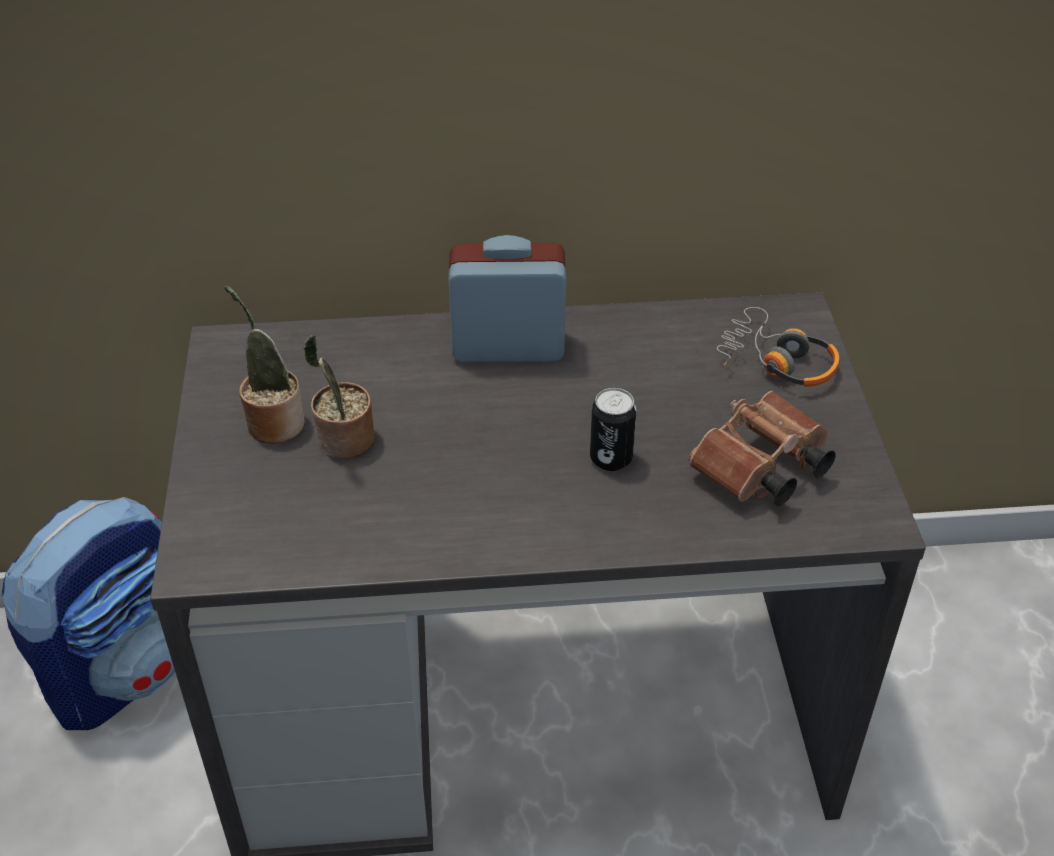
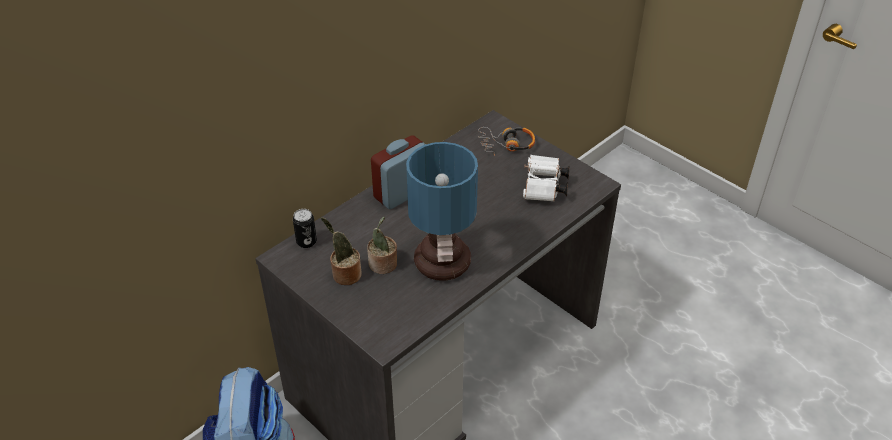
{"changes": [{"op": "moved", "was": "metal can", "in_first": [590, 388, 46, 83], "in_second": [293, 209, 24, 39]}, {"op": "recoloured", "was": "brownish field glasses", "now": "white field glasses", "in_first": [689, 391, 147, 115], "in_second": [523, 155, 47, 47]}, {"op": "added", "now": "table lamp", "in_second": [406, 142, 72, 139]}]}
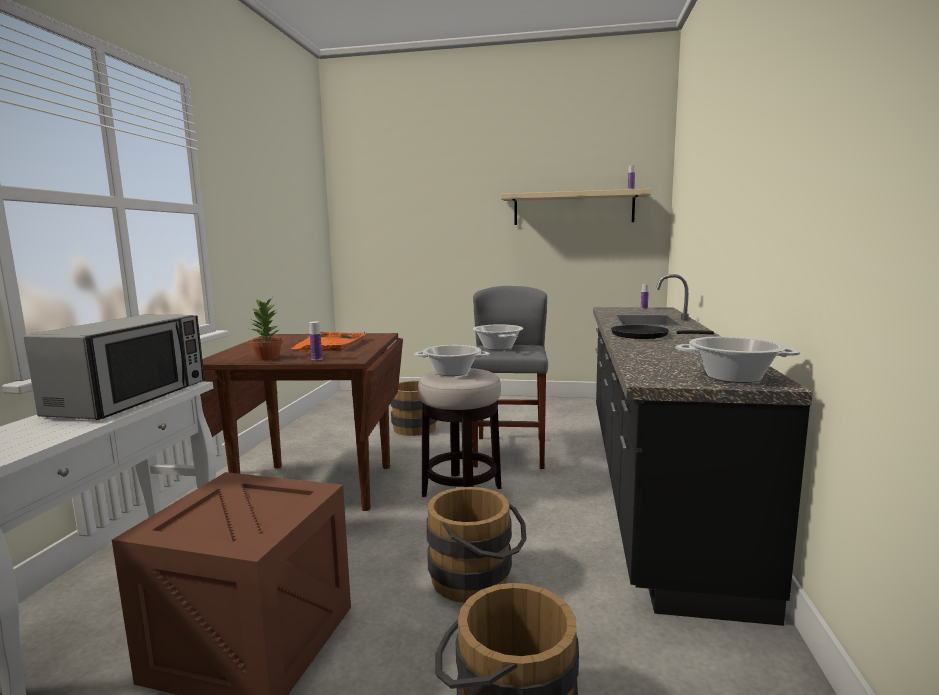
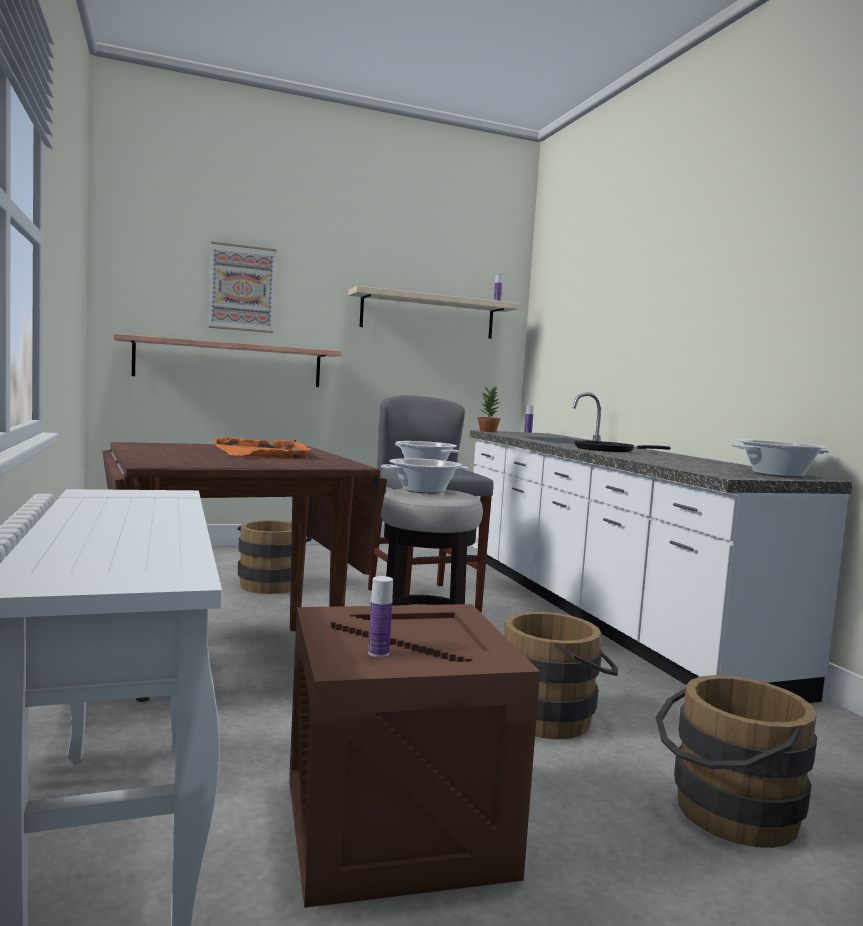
{"changes": [{"op": "recoloured", "was": "black kitchen counter", "now": "white kitchen counter", "in_first": [593, 274, 220, 352], "in_second": [470, 392, 383, 311]}, {"op": "moved", "was": "plant in a pot", "in_first": [251, 298, 32, 62], "in_second": [478, 385, 22, 47]}, {"op": "removed", "was": "microwave", "in_first": [24, 315, 181, 105]}, {"op": "moved", "was": "drink bottle", "in_first": [309, 322, 13, 38], "in_second": [368, 576, 25, 81]}, {"op": "added", "now": "wall picture", "in_second": [208, 241, 68, 92]}, {"op": "added", "now": "shelf", "in_second": [114, 334, 227, 53]}]}
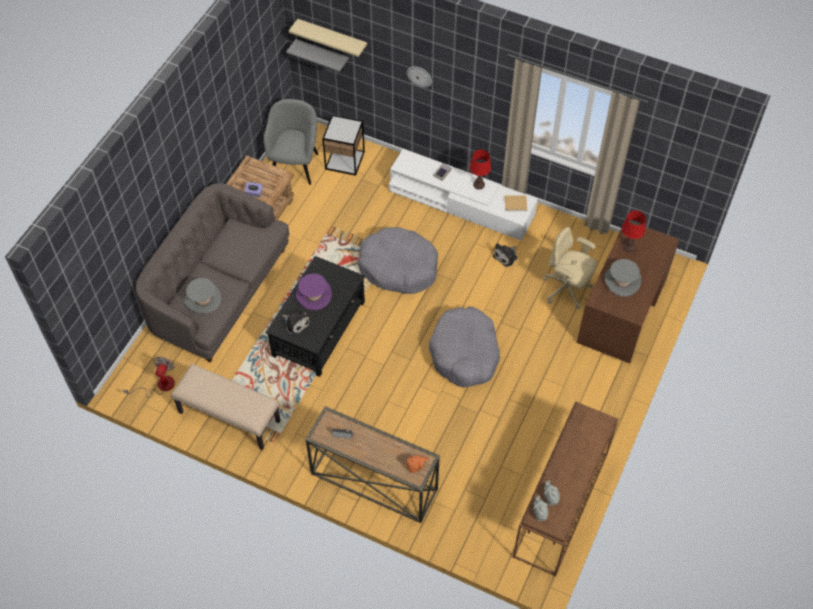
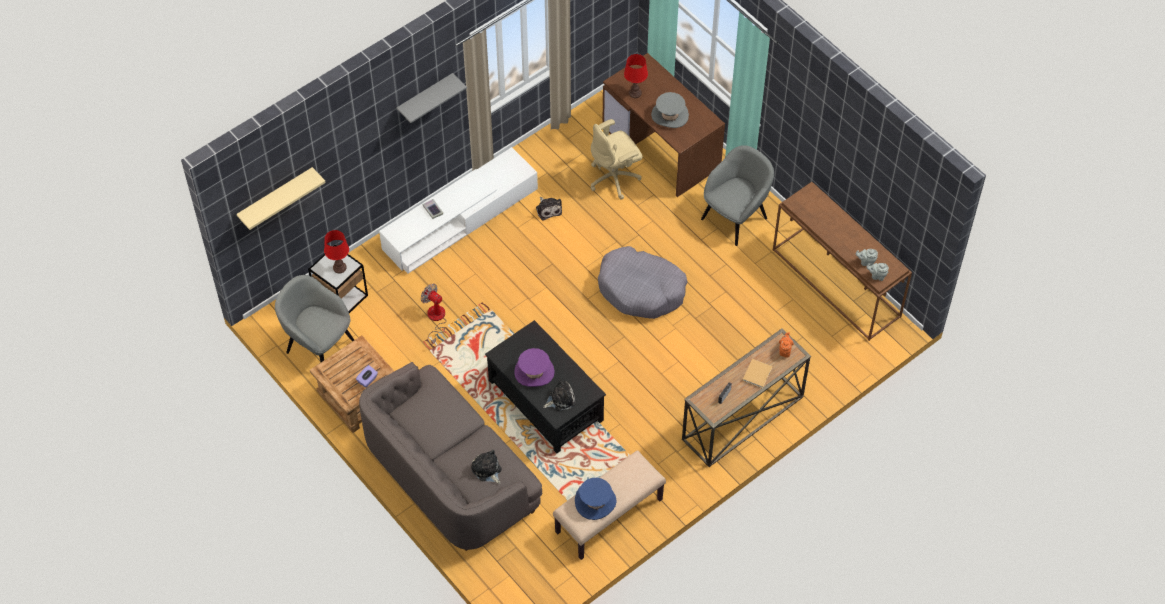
{"changes": [{"op": "moved", "was": "gray shelf", "in_first": [286, 39, 63, 33], "in_second": [397, 73, 70, 50]}, {"op": "removed", "was": "wall clock", "in_first": [407, 66, 25, 22]}, {"op": "moved", "was": "reddish table lamp", "in_first": [470, 149, 21, 41], "in_second": [324, 230, 25, 44]}, {"op": "moved", "was": "beige bound book", "in_first": [505, 195, 22, 16], "in_second": [742, 359, 31, 29]}, {"op": "removed", "was": "gray dog bed", "in_first": [357, 227, 81, 67]}, {"op": "replaced", "was": "gray wearable hat", "now": "cuddly toy", "in_first": [185, 278, 36, 36], "in_second": [471, 450, 31, 34]}, {"op": "moved", "was": "fan", "in_first": [123, 357, 52, 41], "in_second": [421, 284, 26, 62]}, {"op": "added", "now": "gray easy chair", "in_second": [701, 145, 73, 101]}, {"op": "added", "now": "blue wearable hat", "in_second": [575, 478, 42, 42]}]}
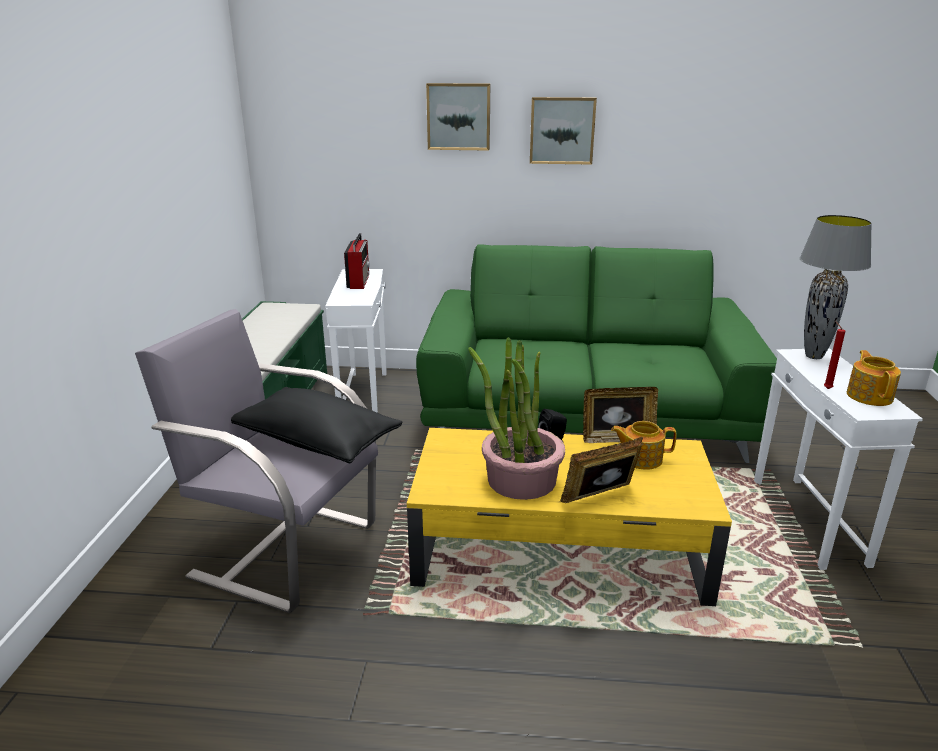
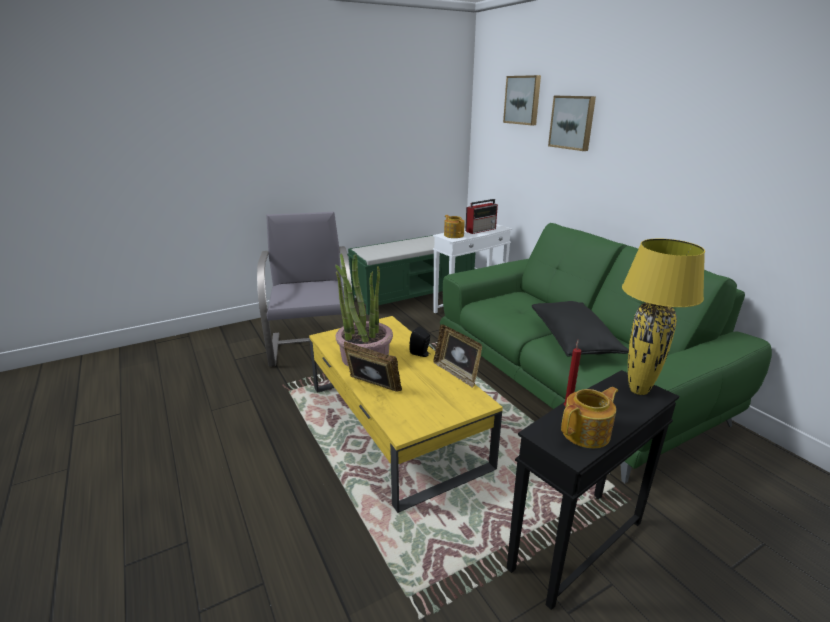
{"changes": [{"op": "moved", "was": "wall picture", "in_first": [530, 97, 67, 68], "in_second": [503, 75, 38, 50]}, {"op": "recoloured", "was": "gray table lamp", "now": "yellowish table lamp", "in_first": [800, 215, 72, 144], "in_second": [622, 239, 83, 156]}, {"op": "recoloured", "was": "white side table", "now": "black side table", "in_first": [754, 348, 169, 222], "in_second": [507, 370, 172, 240]}, {"op": "moved", "was": "black cushion", "in_first": [231, 387, 172, 77], "in_second": [532, 301, 97, 56]}, {"op": "moved", "was": "teapot", "in_first": [611, 421, 66, 49], "in_second": [444, 215, 21, 23]}]}
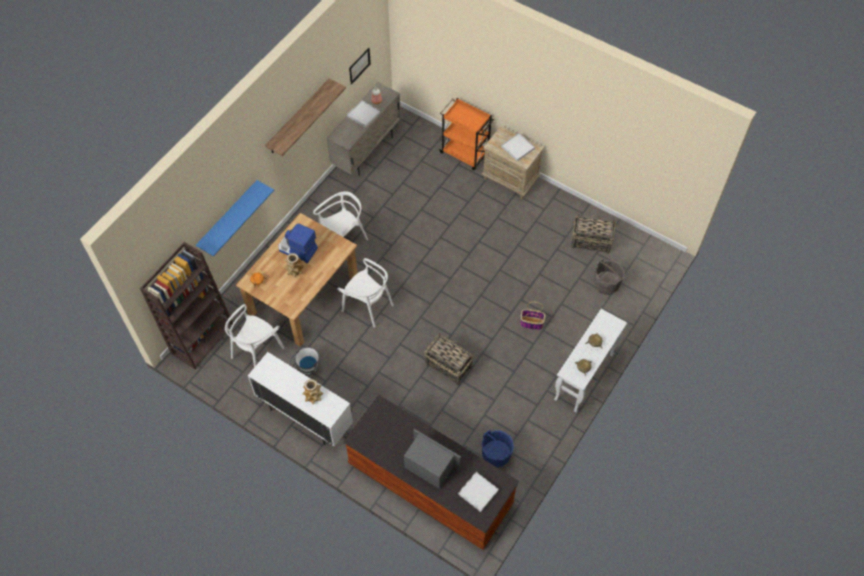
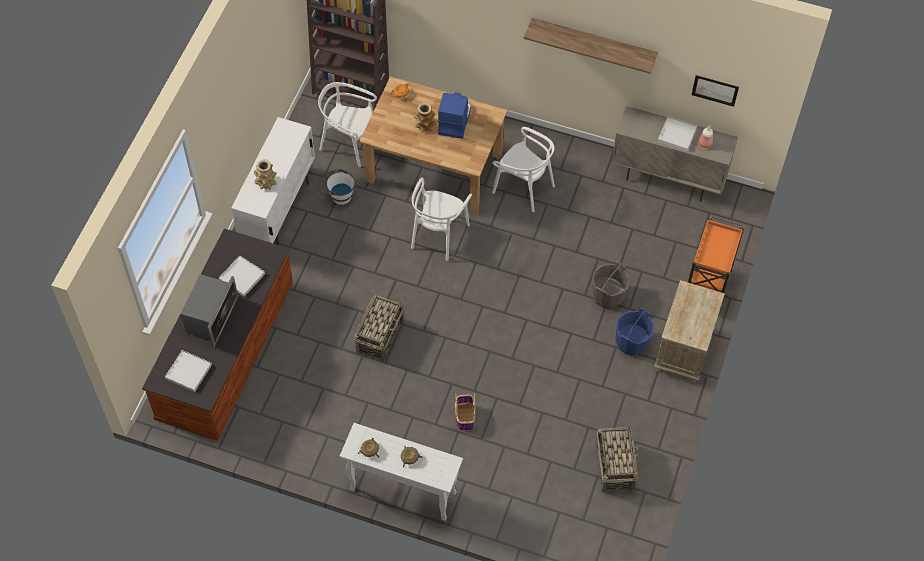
{"changes": [{"op": "moved", "was": "white tray", "in_first": [501, 133, 34, 28], "in_second": [219, 255, 46, 42]}, {"op": "removed", "was": "blue shelf", "in_first": [196, 180, 78, 76]}, {"op": "moved", "was": "gray pail", "in_first": [594, 259, 31, 36], "in_second": [592, 261, 38, 47]}, {"op": "moved", "was": "blue pail", "in_first": [481, 430, 33, 37], "in_second": [615, 308, 39, 48]}]}
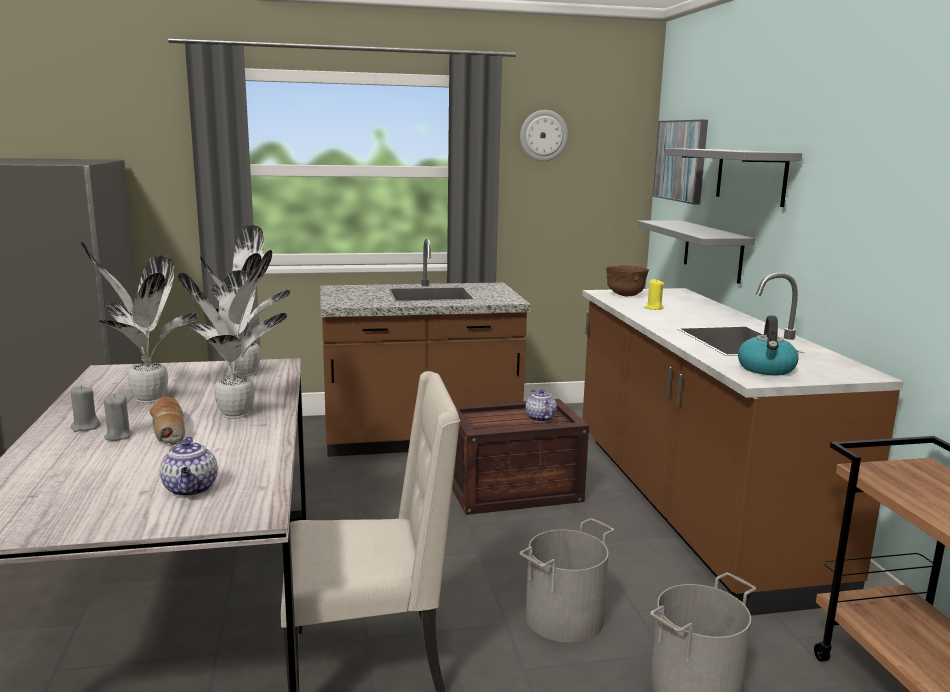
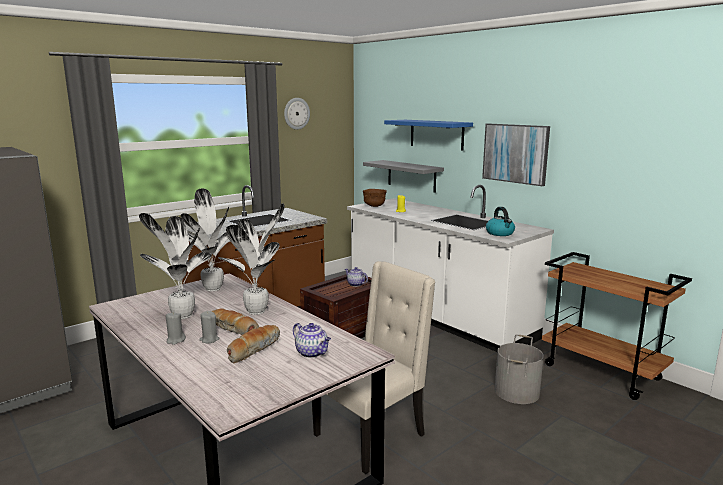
{"changes": [{"op": "moved", "was": "wall picture", "in_first": [653, 120, 55, 85], "in_second": [482, 123, 68, 63]}, {"op": "recoloured", "was": "gray shelf", "now": "blue shelf", "in_first": [665, 148, 137, 59], "in_second": [384, 120, 89, 31]}, {"op": "recoloured", "was": "brownish kitchen counter", "now": "white kitchen counter", "in_first": [582, 273, 322, 343], "in_second": [347, 185, 207, 167]}, {"op": "removed", "was": "gray pail", "in_first": [520, 518, 95, 125]}, {"op": "added", "now": "bread", "in_second": [227, 325, 53, 38]}]}
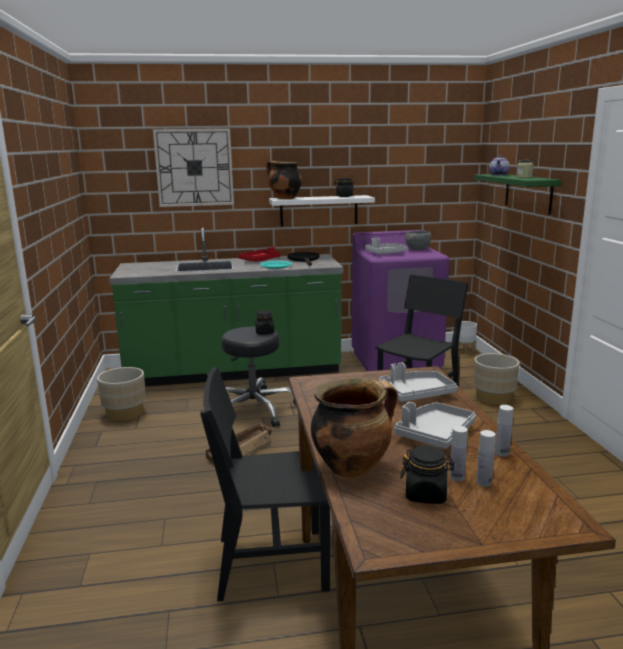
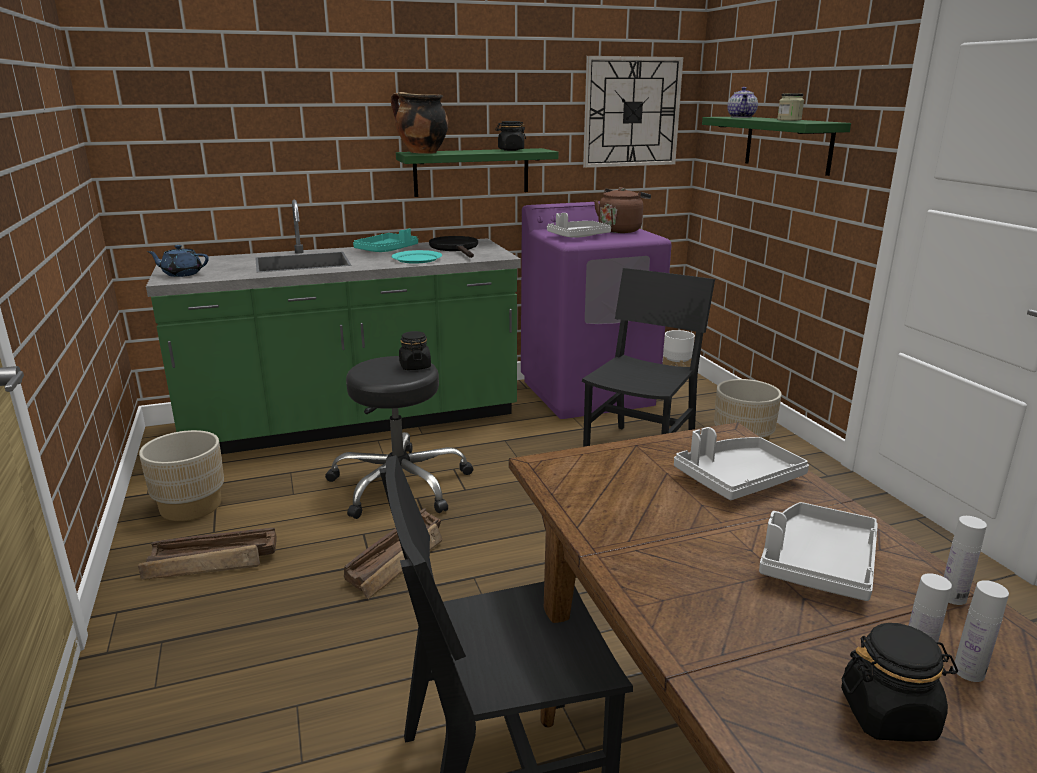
{"changes": [{"op": "moved", "was": "wall clock", "in_first": [153, 128, 81, 79], "in_second": [583, 56, 100, 112]}, {"op": "recoloured", "was": "white shelf", "now": "green shelf", "in_first": [269, 195, 106, 32], "in_second": [396, 148, 162, 49]}, {"op": "replaced", "was": "gray bowl", "now": "brownish kettle", "in_first": [405, 231, 26, 19], "in_second": [594, 187, 57, 46]}, {"op": "recoloured", "was": "reddish tray", "now": "turquoise-coloured tray", "in_first": [238, 247, 42, 14], "in_second": [353, 228, 65, 24]}, {"op": "removed", "was": "saucepot", "in_first": [311, 378, 87, 100]}, {"op": "added", "now": "blue teapot", "in_second": [147, 245, 62, 32]}, {"op": "added", "now": "crate", "in_second": [138, 528, 139, 52]}]}
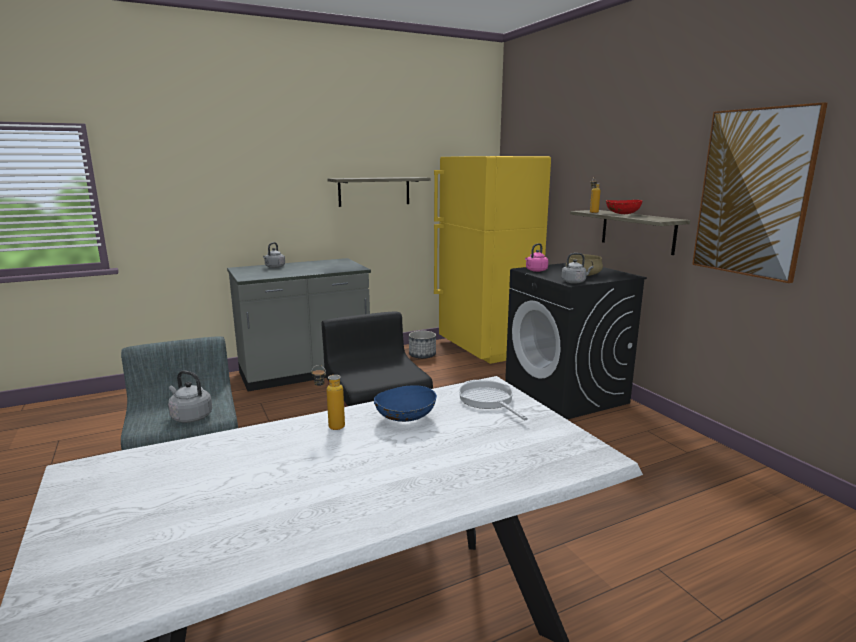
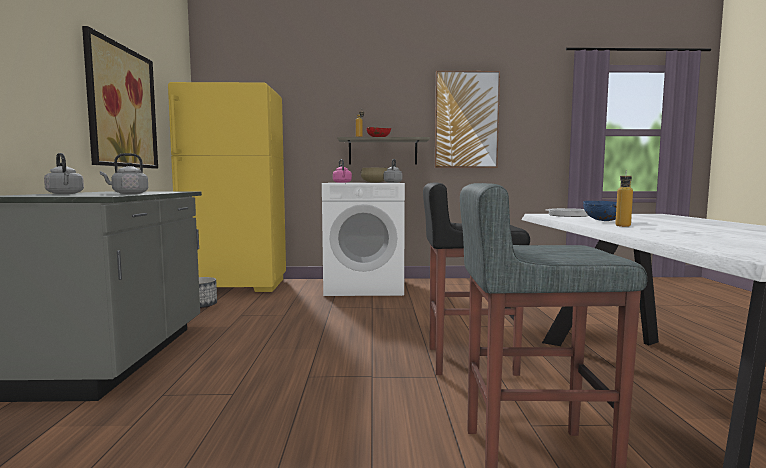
{"changes": [{"op": "replaced", "was": "shelf", "now": "wall picture", "in_first": [327, 177, 103, 30], "in_second": [82, 26, 76, 143]}, {"op": "recoloured", "was": "black laundry appliance", "now": "white laundry appliance", "in_first": [505, 263, 142, 157], "in_second": [322, 183, 83, 113]}, {"op": "moved", "was": "gray kettle", "in_first": [168, 370, 44, 53], "in_second": [100, 153, 48, 41]}]}
